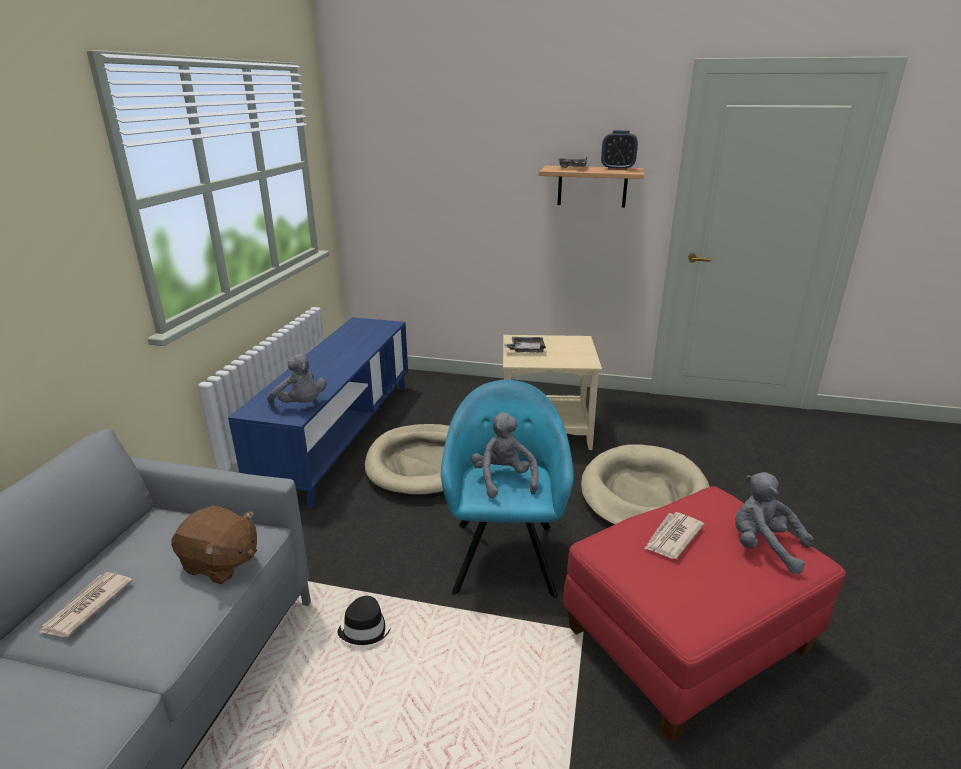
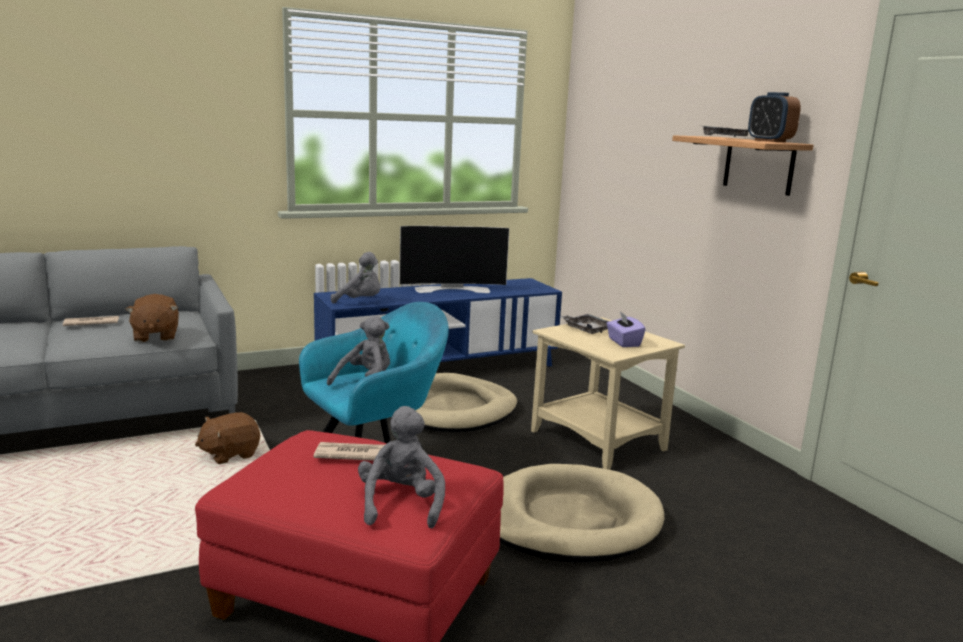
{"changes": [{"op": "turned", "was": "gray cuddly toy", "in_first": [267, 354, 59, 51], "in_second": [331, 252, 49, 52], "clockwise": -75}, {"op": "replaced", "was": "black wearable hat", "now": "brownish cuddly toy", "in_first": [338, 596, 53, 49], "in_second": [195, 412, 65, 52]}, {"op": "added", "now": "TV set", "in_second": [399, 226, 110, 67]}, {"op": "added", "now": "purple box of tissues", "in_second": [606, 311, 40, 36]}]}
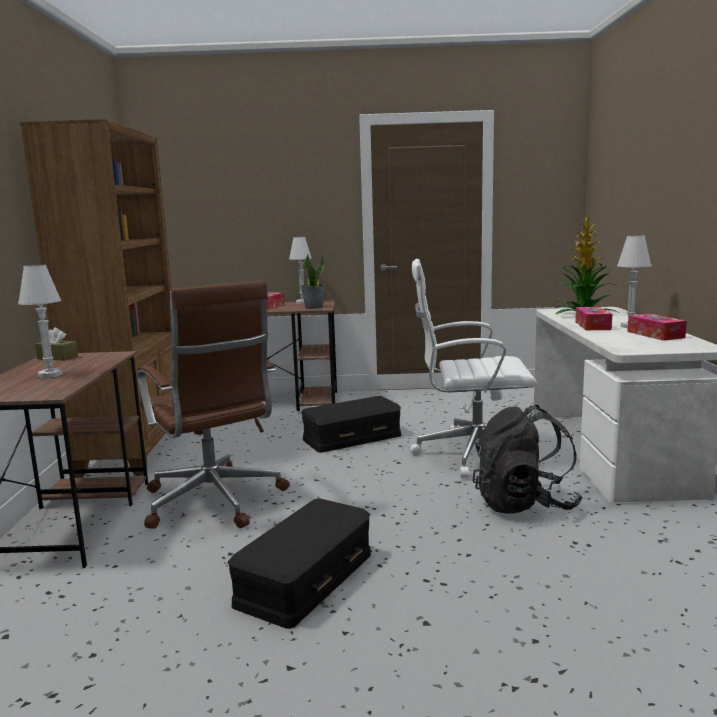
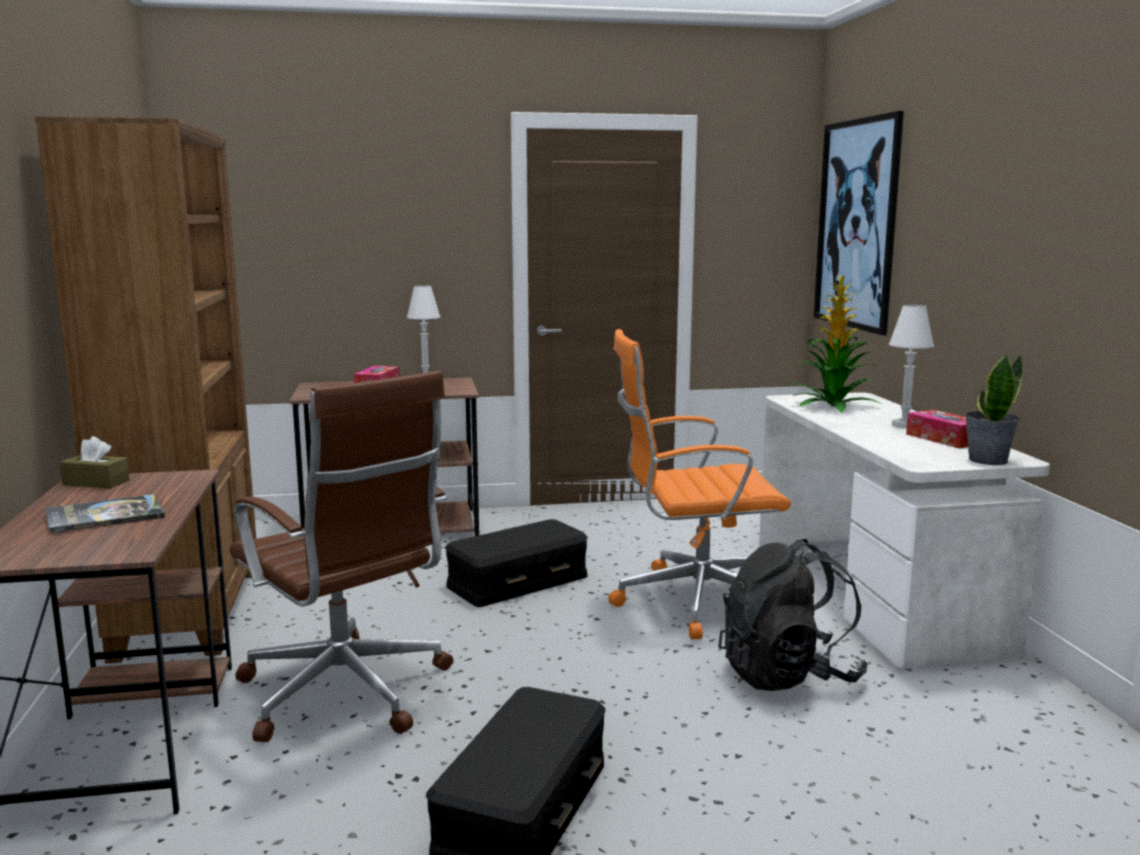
{"changes": [{"op": "moved", "was": "plant in a pot", "in_first": [301, 254, 24, 55], "in_second": [965, 354, 58, 111]}, {"op": "recoloured", "was": "white desk chair", "now": "orangey desk chair", "in_first": [410, 259, 132, 219], "in_second": [608, 329, 183, 311]}, {"op": "replaced", "was": "white table lamp", "now": "bound book", "in_first": [18, 265, 44, 113], "in_second": [45, 494, 120, 39]}, {"op": "removed", "was": "box of tissues", "in_first": [575, 307, 37, 23]}, {"op": "added", "now": "wall picture", "in_second": [814, 111, 90, 224]}]}
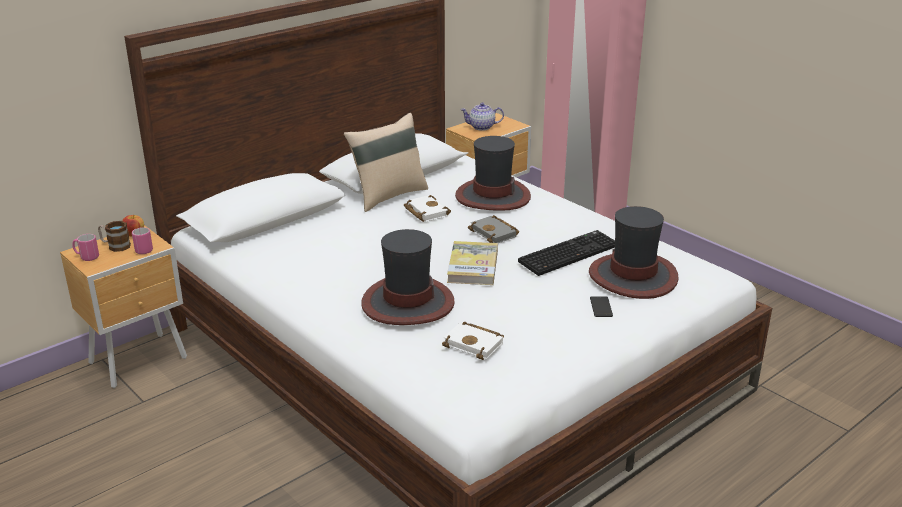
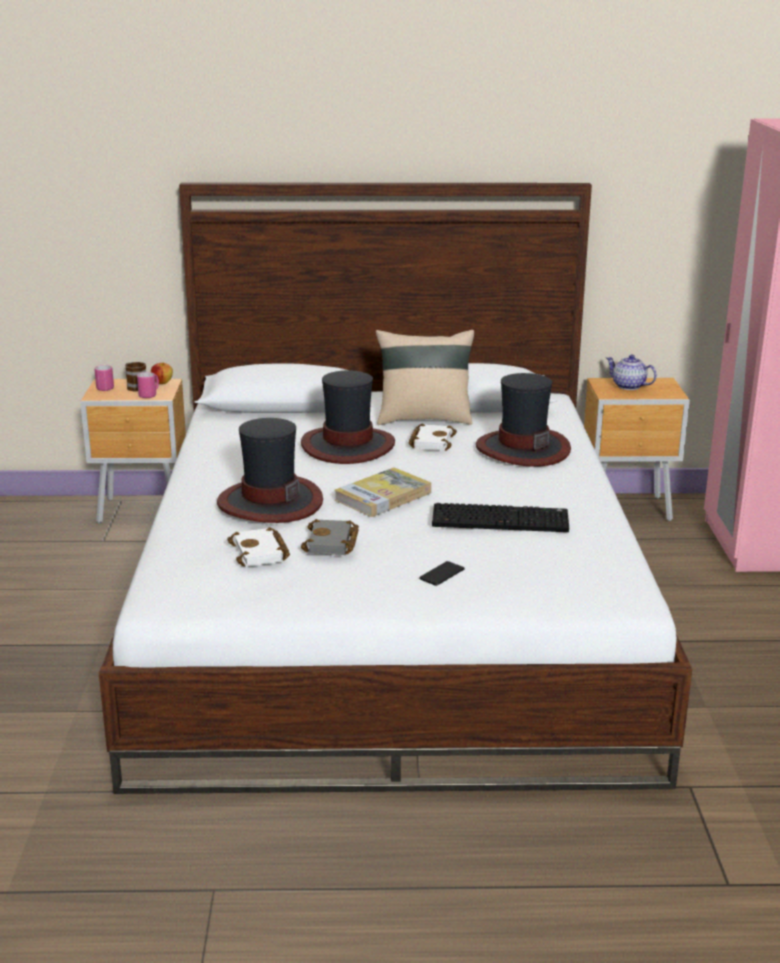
{"changes": [{"op": "moved", "was": "wearable hat", "in_first": [589, 206, 90, 93], "in_second": [301, 370, 94, 94]}, {"op": "moved", "was": "gray bound book", "in_first": [468, 215, 51, 28], "in_second": [301, 519, 58, 36]}]}
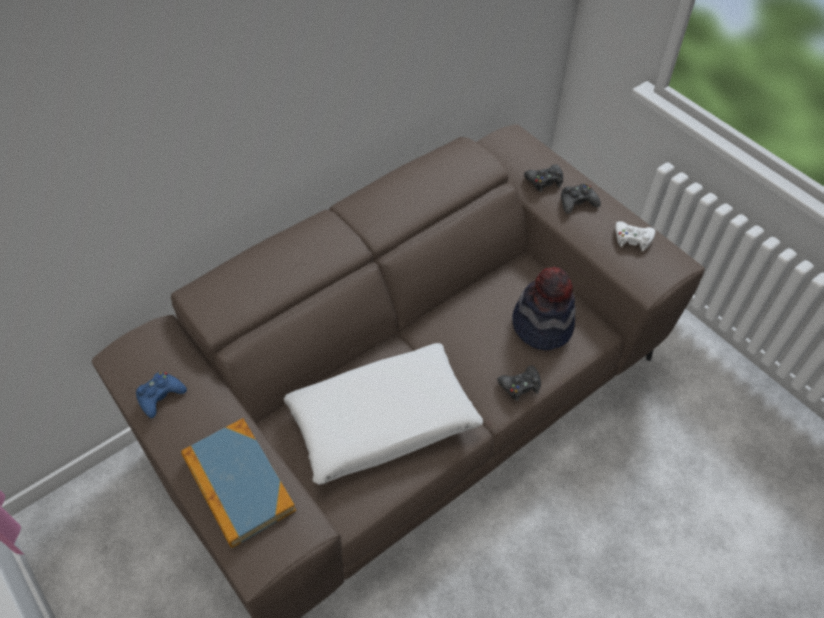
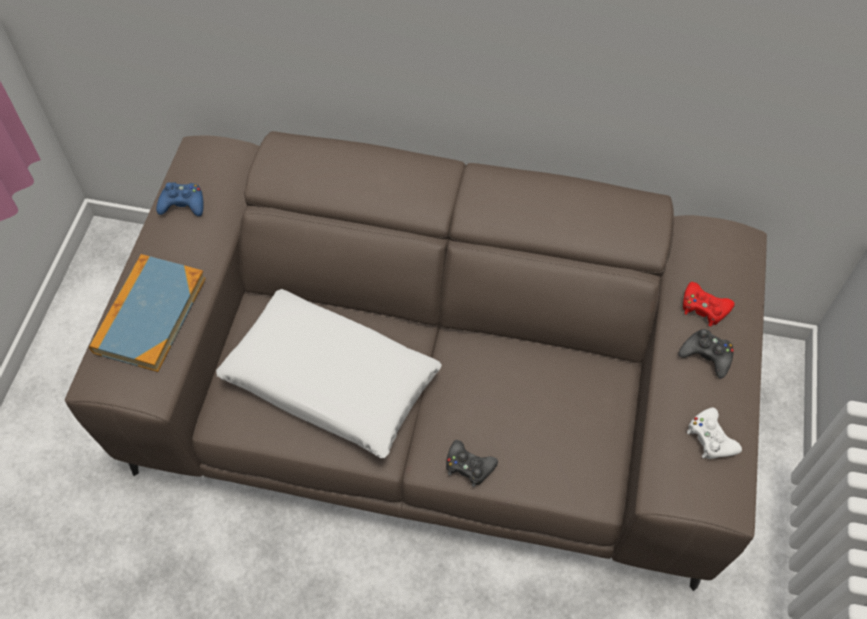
{"changes": [{"op": "recoloured", "was": "black gamepad", "now": "reddish gamepad", "in_first": [524, 164, 39, 28], "in_second": [683, 282, 52, 45]}, {"op": "removed", "was": "wearable hat", "in_first": [512, 267, 64, 83]}]}
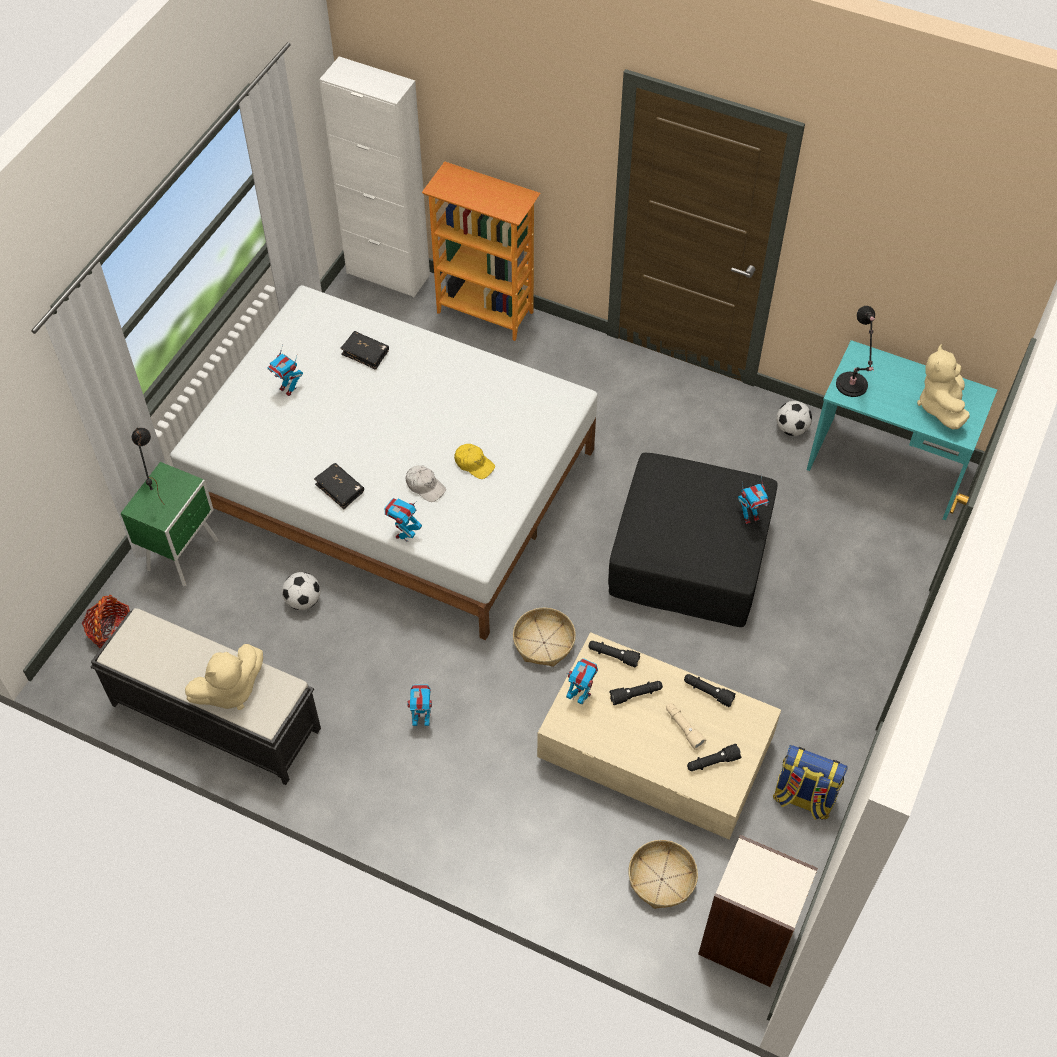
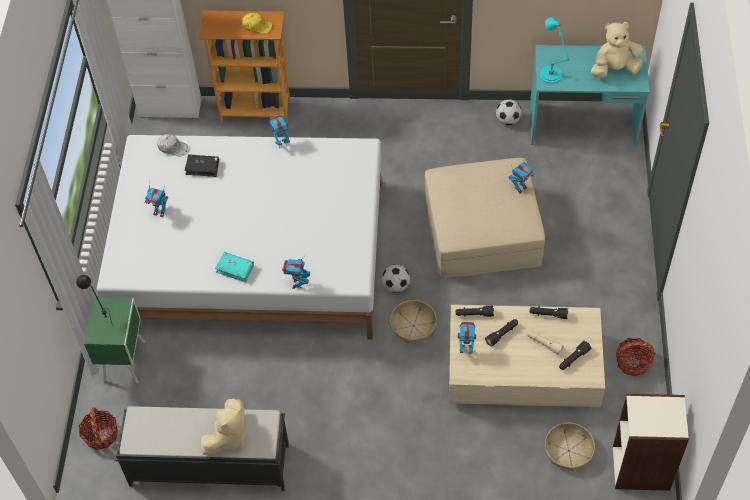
{"changes": [{"op": "recoloured", "was": "black table lamp", "now": "turquoise-coloured table lamp", "in_first": [836, 306, 40, 91], "in_second": [540, 17, 31, 67]}, {"op": "turned", "was": "beige cuddly toy", "in_first": [917, 344, 53, 85], "in_second": [591, 22, 52, 56], "clockwise": 90}, {"op": "moved", "was": "yellowish baseball cap", "in_first": [454, 444, 41, 35], "in_second": [242, 13, 31, 21]}, {"op": "recoloured", "was": "black ottoman", "now": "beige ottoman", "in_first": [608, 453, 170, 174], "in_second": [425, 158, 120, 119]}, {"op": "recoloured", "was": "black bound book", "now": "turquoise-coloured bound book", "in_first": [314, 463, 50, 46], "in_second": [215, 252, 39, 30]}, {"op": "moved", "was": "white baseball cap", "in_first": [406, 465, 40, 37], "in_second": [157, 134, 31, 22]}, {"op": "moved", "was": "football ball", "in_first": [282, 572, 39, 38], "in_second": [382, 265, 28, 28]}, {"op": "moved", "was": "model robot", "in_first": [407, 685, 25, 41], "in_second": [269, 115, 21, 33]}, {"op": "replaced", "was": "backpack", "now": "basket", "in_first": [773, 745, 75, 75], "in_second": [616, 338, 40, 38]}]}
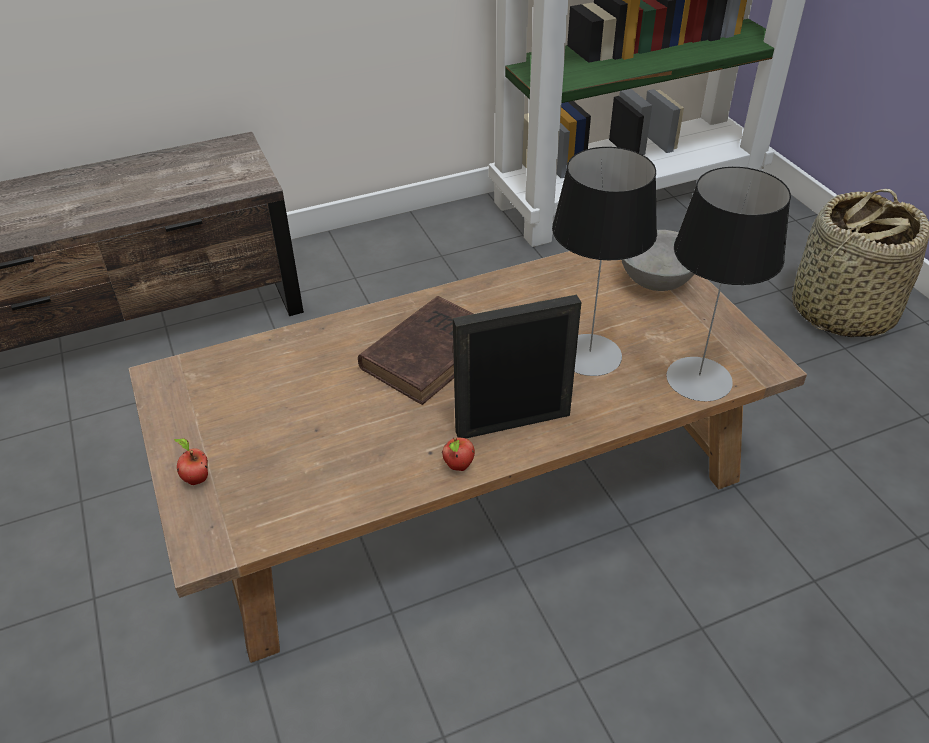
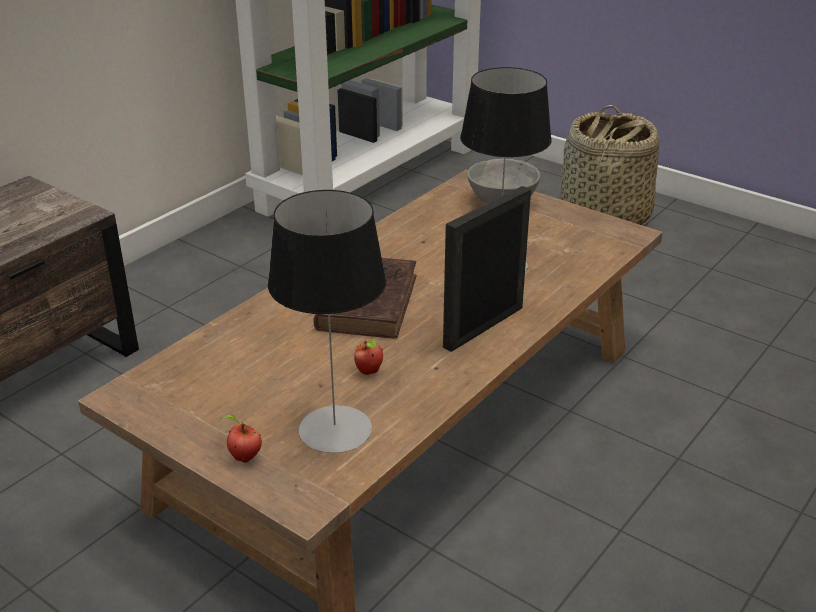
{"changes": [{"op": "moved", "was": "table lamp", "in_first": [666, 167, 125, 234], "in_second": [268, 190, 119, 263]}, {"op": "moved", "was": "apple fruit", "in_first": [442, 438, 33, 33], "in_second": [354, 338, 29, 37]}]}
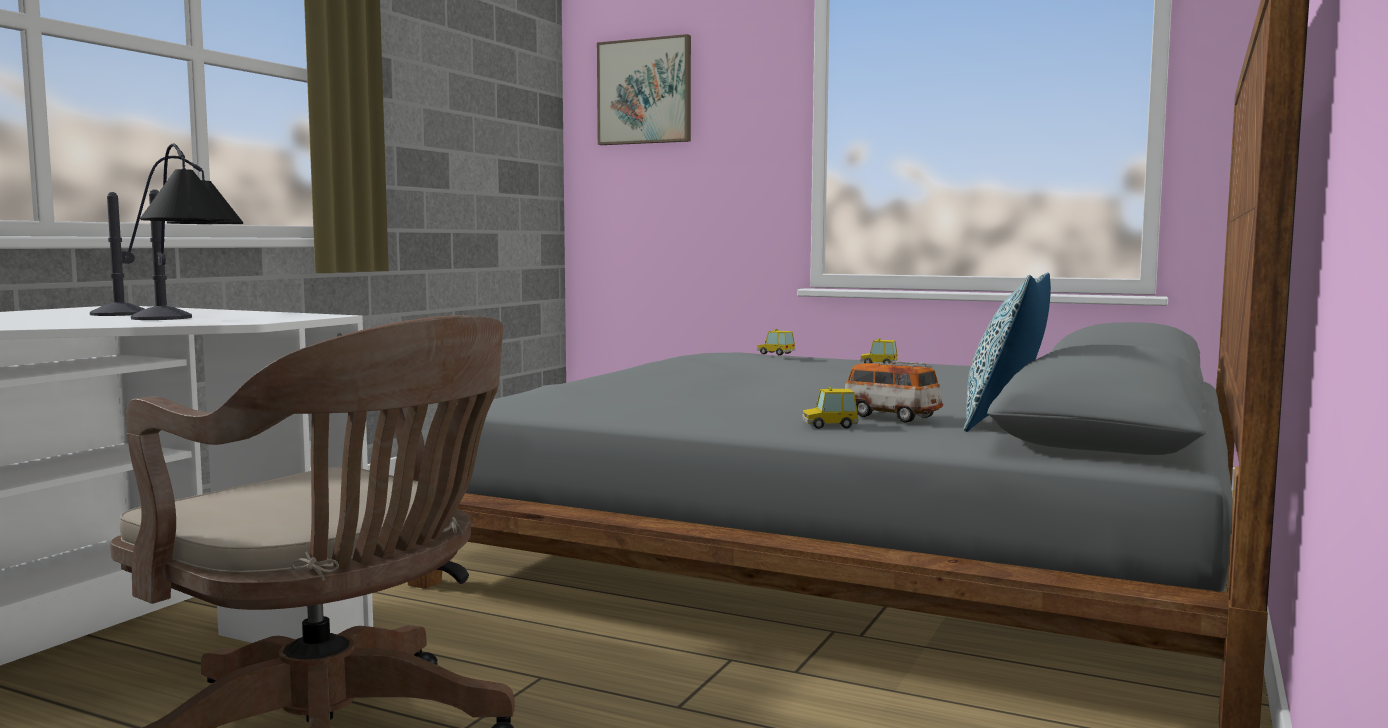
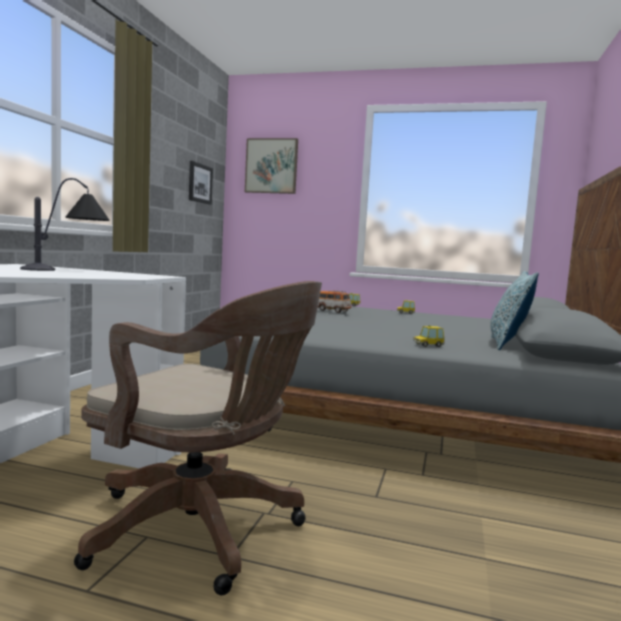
{"changes": [{"op": "removed", "was": "table lamp", "in_first": [131, 144, 101, 176]}, {"op": "moved", "was": "model car", "in_first": [845, 361, 98, 62], "in_second": [318, 291, 33, 22]}, {"op": "added", "now": "wall picture", "in_second": [189, 161, 24, 44]}]}
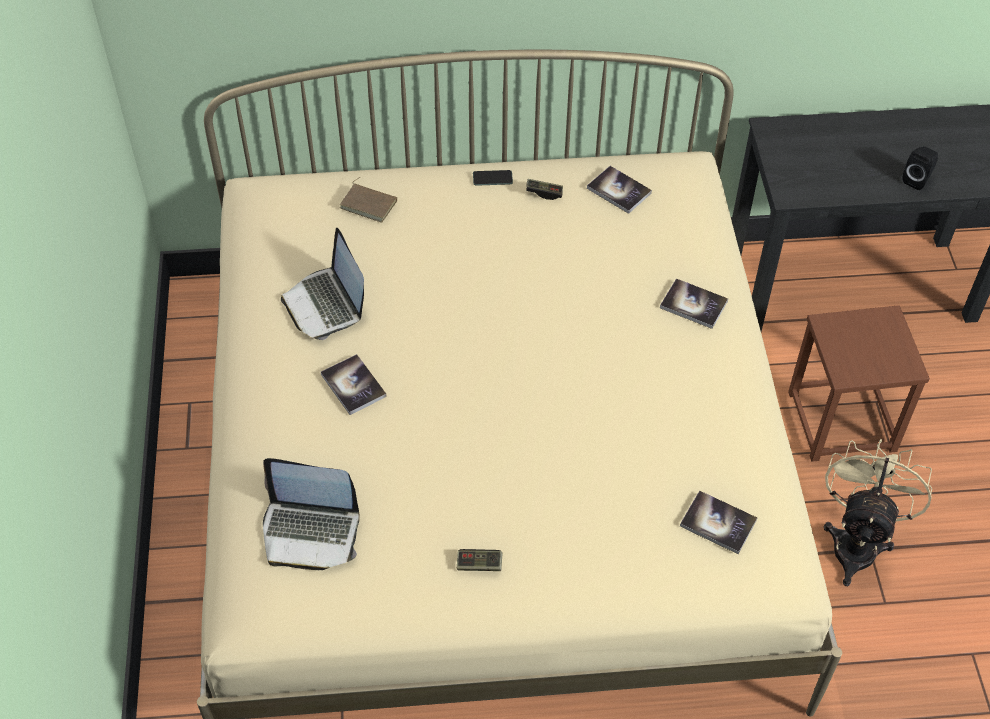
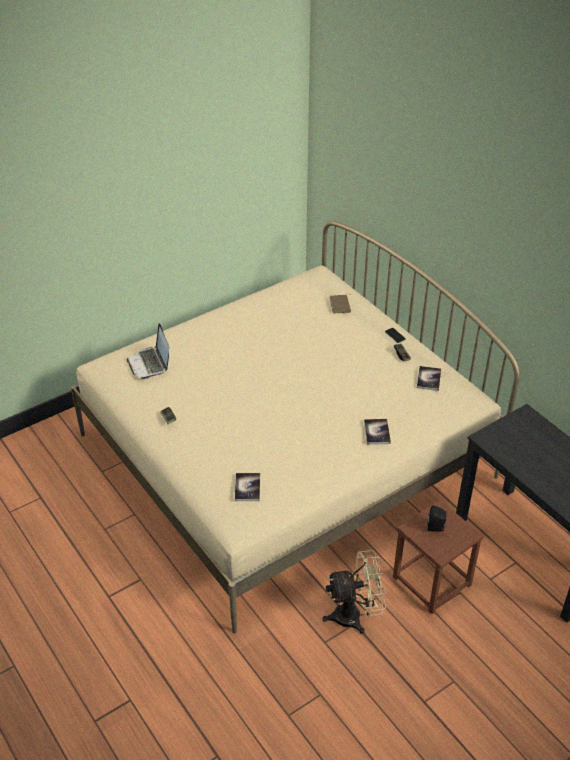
{"changes": [{"op": "moved", "was": "black audio speaker", "in_first": [902, 147, 36, 43], "in_second": [428, 505, 18, 27]}, {"op": "removed", "was": "portable computer", "in_first": [281, 228, 83, 112]}, {"op": "removed", "was": "bound book", "in_first": [321, 354, 66, 61]}]}
